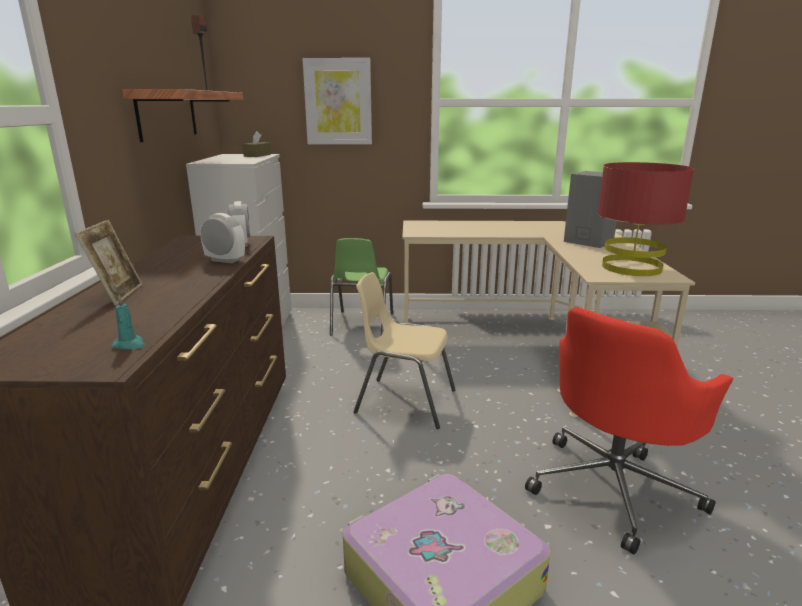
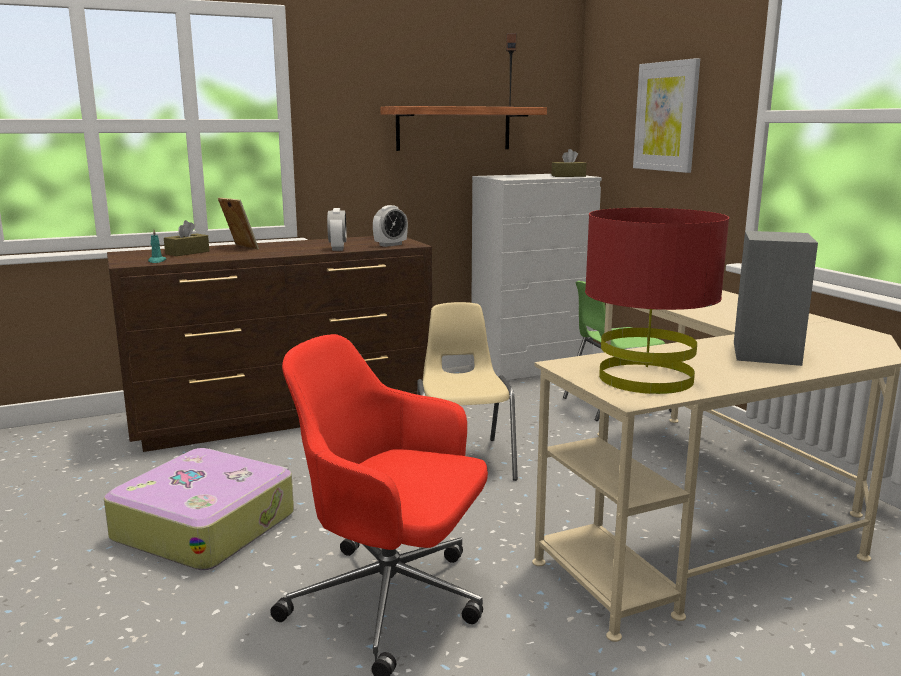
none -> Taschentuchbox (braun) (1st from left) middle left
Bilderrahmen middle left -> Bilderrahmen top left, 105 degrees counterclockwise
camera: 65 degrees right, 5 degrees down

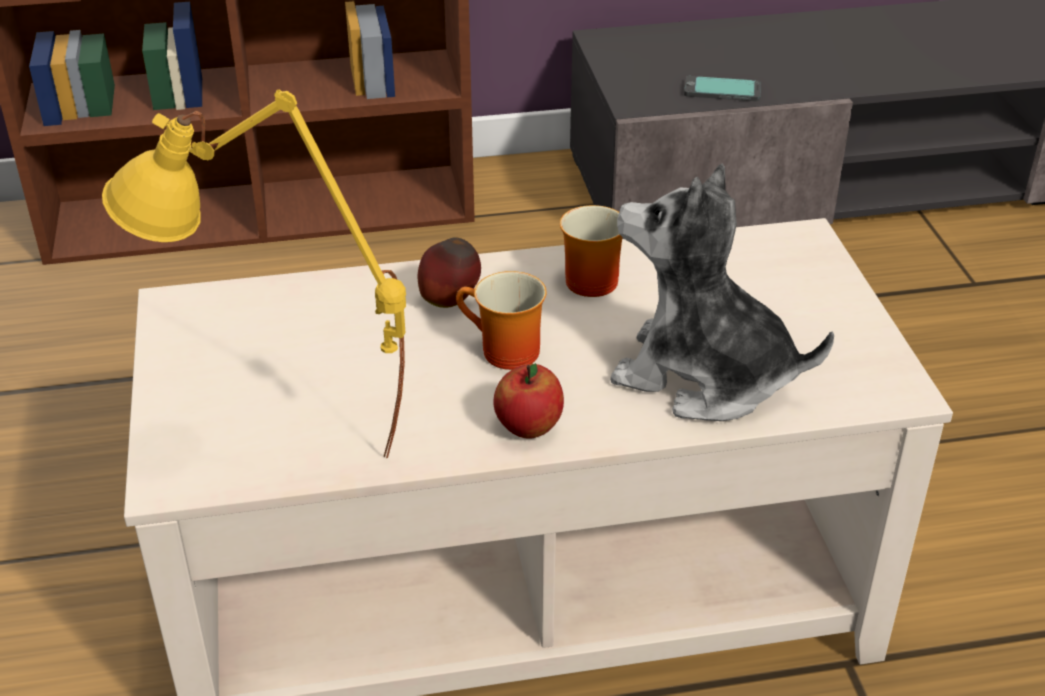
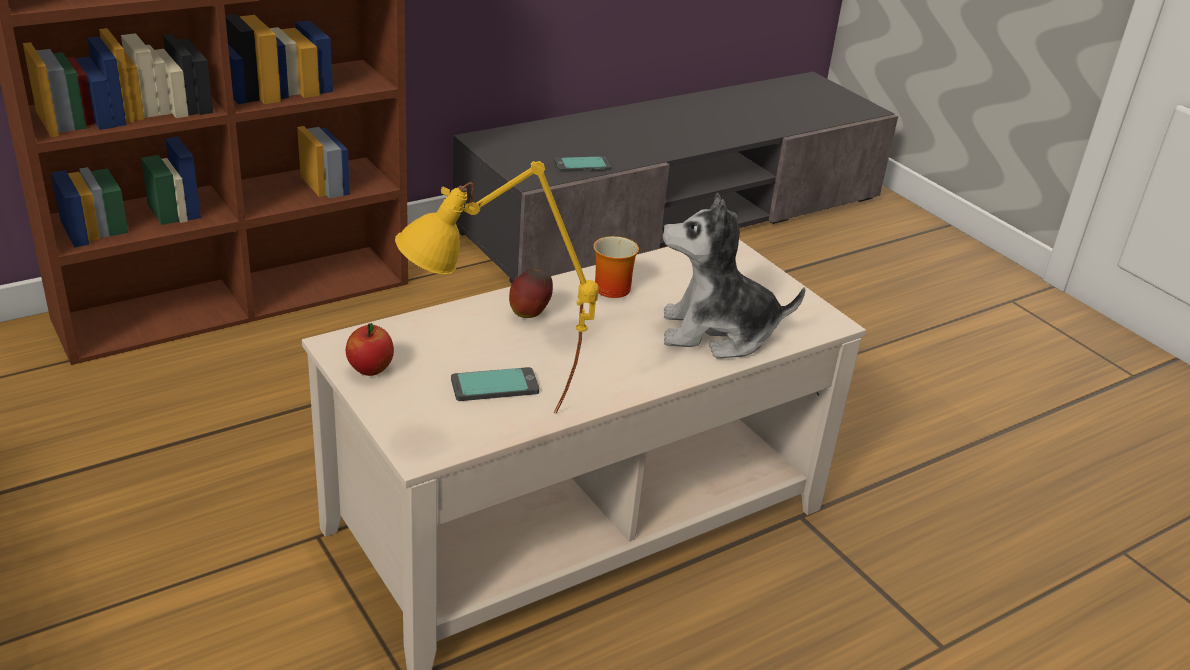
Henkelbecher (1st from left) centre -> none
none -> Handy (1st from left) centre
Apfel (2nd from left in the first image) centre -> Apfel (1st from left) middle left, moved
camera: 25 degrees left, 5 degrees down

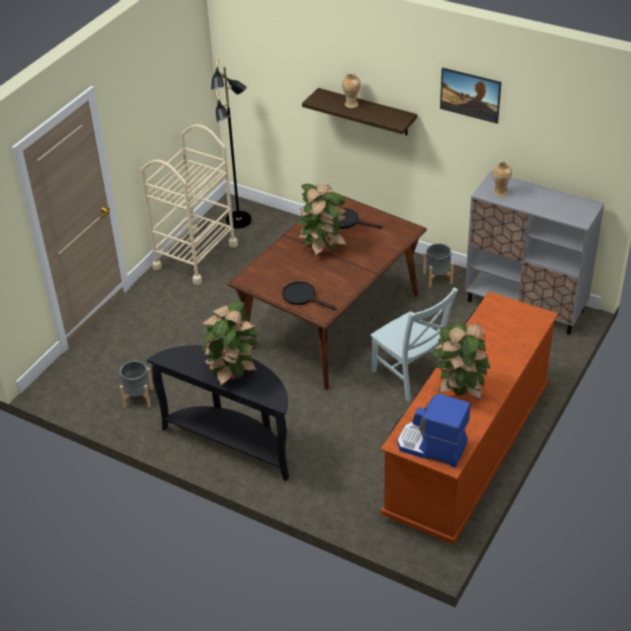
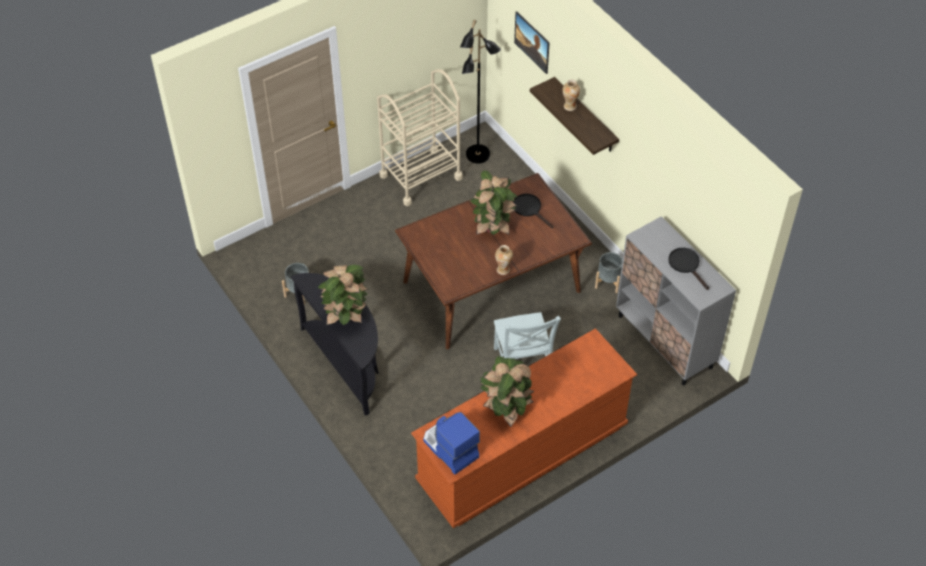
Pfanne (schwarz) (1st from left in the first image) centre -> Pfanne (schwarz) (2nd from left) middle right, moved
Bild top right -> Bild top centre, moved
Vase (2nd from left in the first image) top right -> Vase (1st from left) centre, moved
camera: 25 degrees right, 10 degrees up

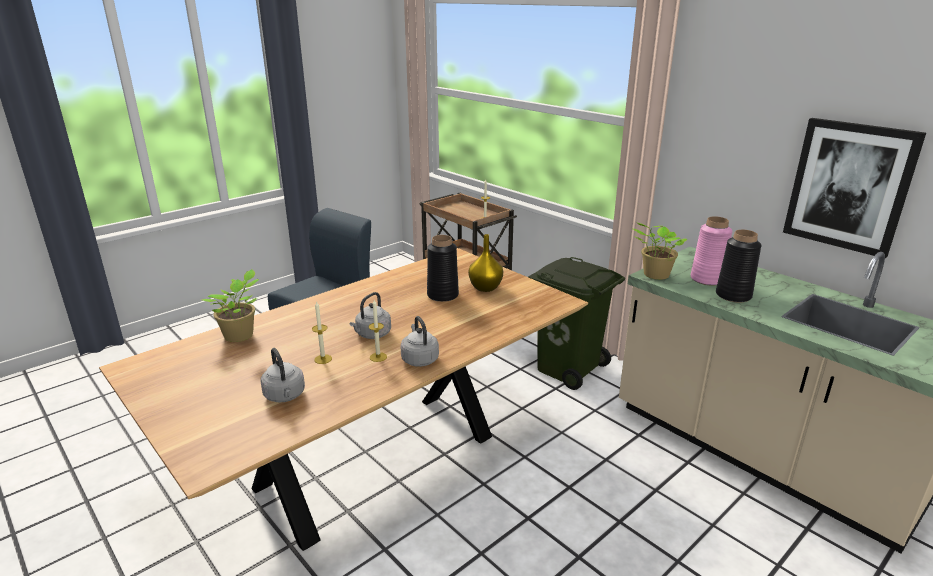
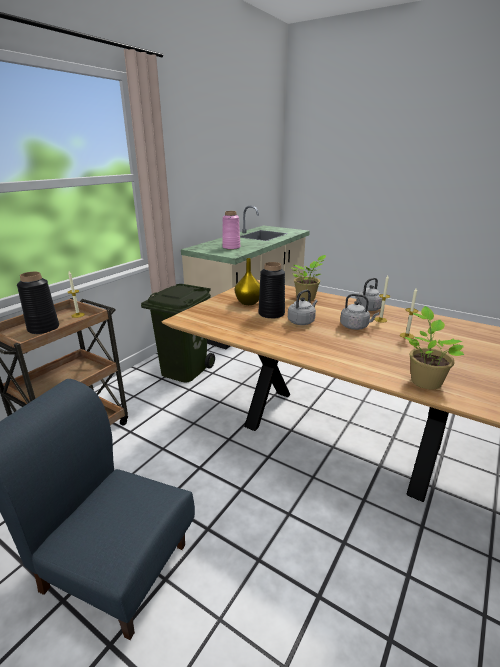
Bild top right -> none
Wasserkessel (grau) (1st from left) middle left -> Wasserkessel (grau) (1st from left) centre, moved
Topfpflanze (2nd from left in the first image) middle right -> Topfpflanze (1st from left) centre, moved
Vase (schwarz) (2nd from left in the first image) middle right -> Vase (schwarz) (1st from left) middle left, moved
camera: 105 degrees left, 0 degrees up

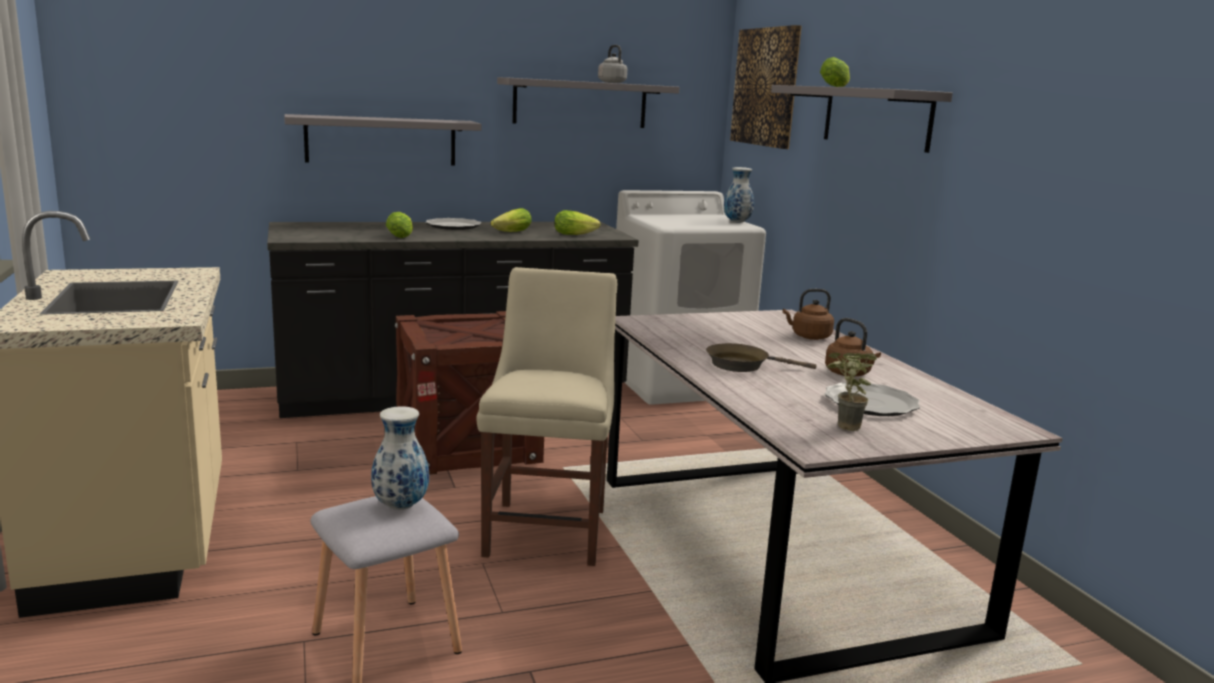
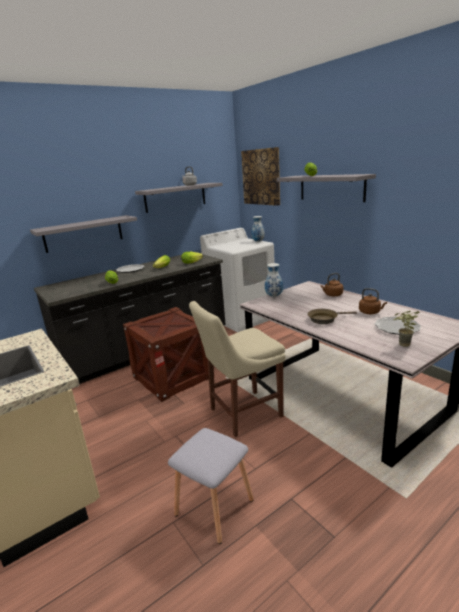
Vase (1st from left in the first image) bottom left -> Vase (2nd from left) centre, moved
Stuhl (beige) centre, 105 degrees counterclockwise
camera: 15 degrees left, 5 degrees up

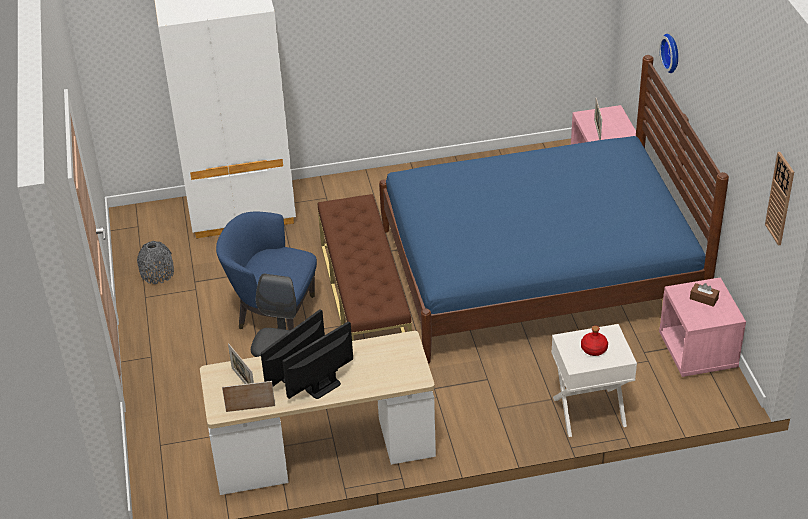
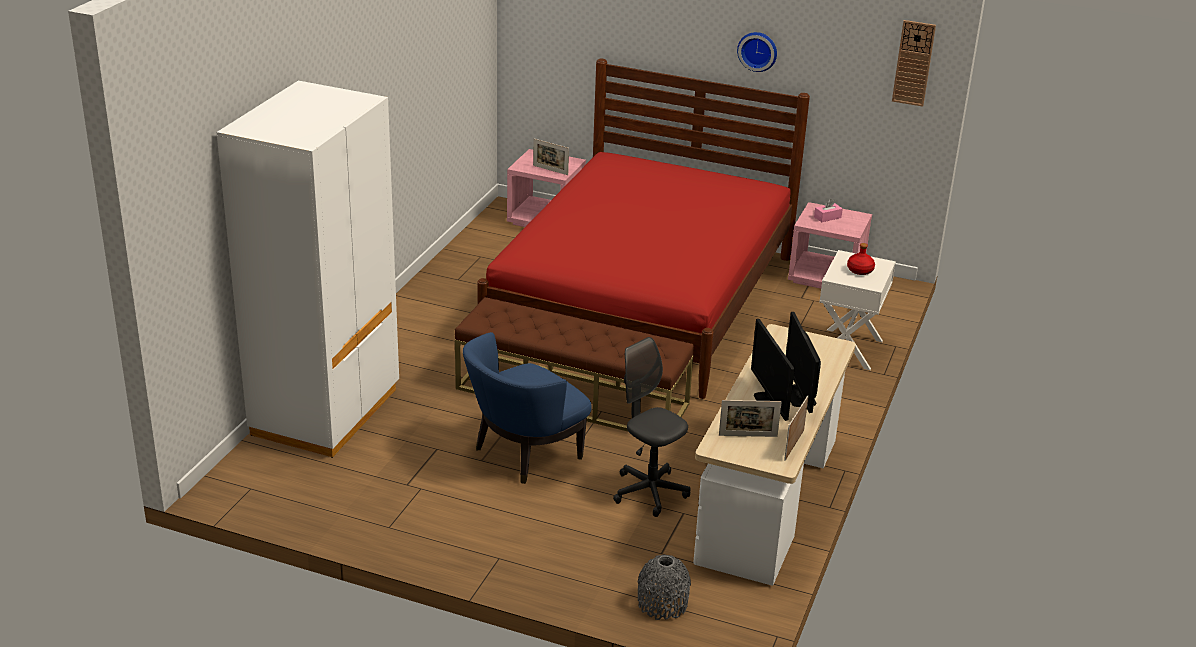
Vase (grau) middle left -> Vase (grau) bottom centre, moved
Wanduhr (1st from left) top right -> Wanduhr (1st from left) top centre, moved
Bett (blau) middle right -> Bett (rot) centre
Taschentuchbox (braun) middle right -> Taschentuchbox (rosa) top right
camera: 60 degrees left, 10 degrees down

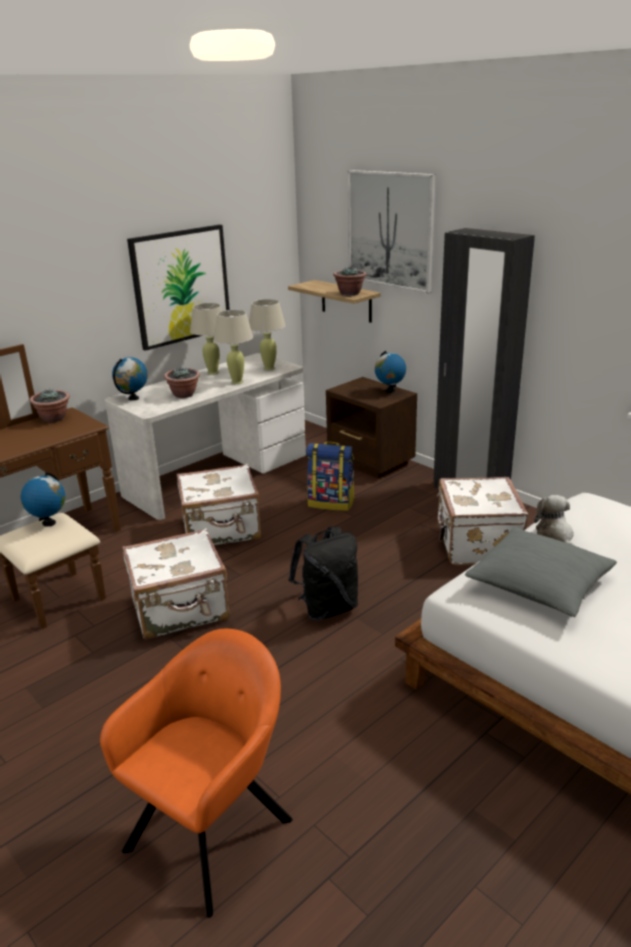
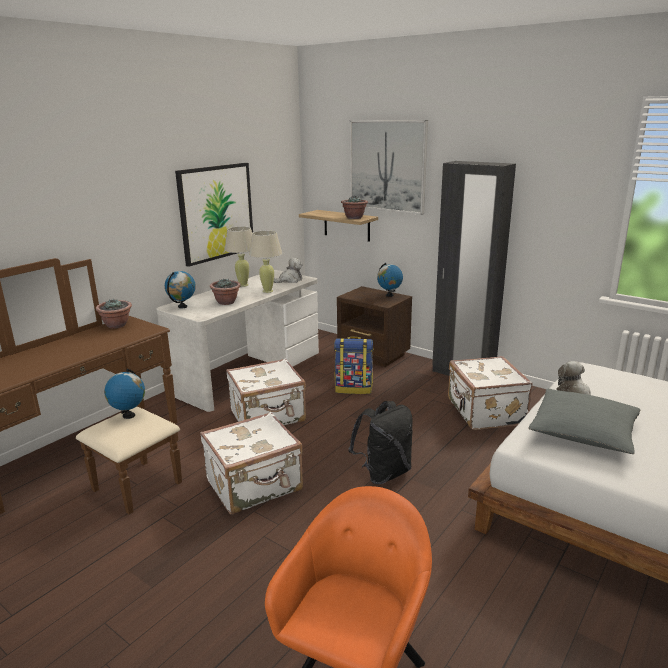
Tischlampe (beige) (3rd from left) centre -> Plüschtier (1st from left) centre
camera: 10 degrees left, 5 degrees down

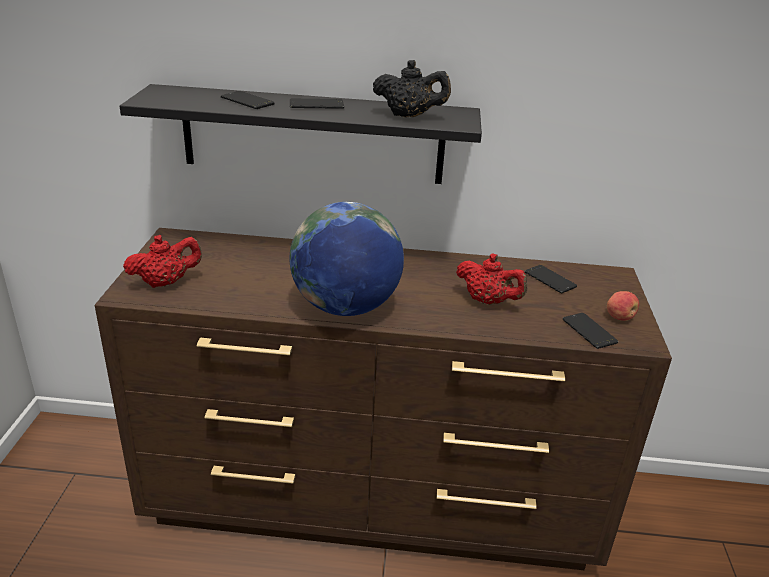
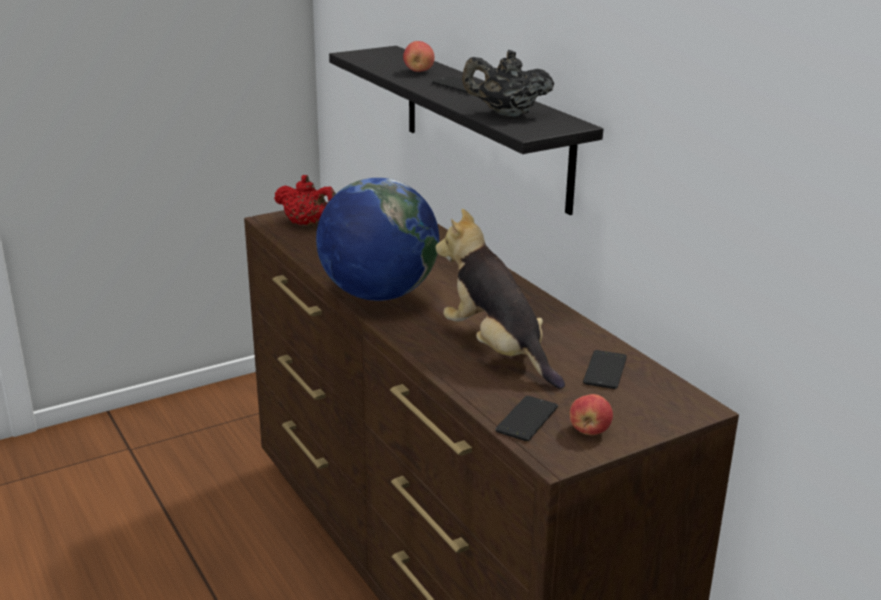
Handy (1st from left) top left -> Apfel (1st from left) top centre
Teekanne (rot) (2nd from left) centre -> Plüschtier centre
Teekanne (schwarz) top centre, 120 degrees clockwise
camera: 55 degrees right, 5 degrees down

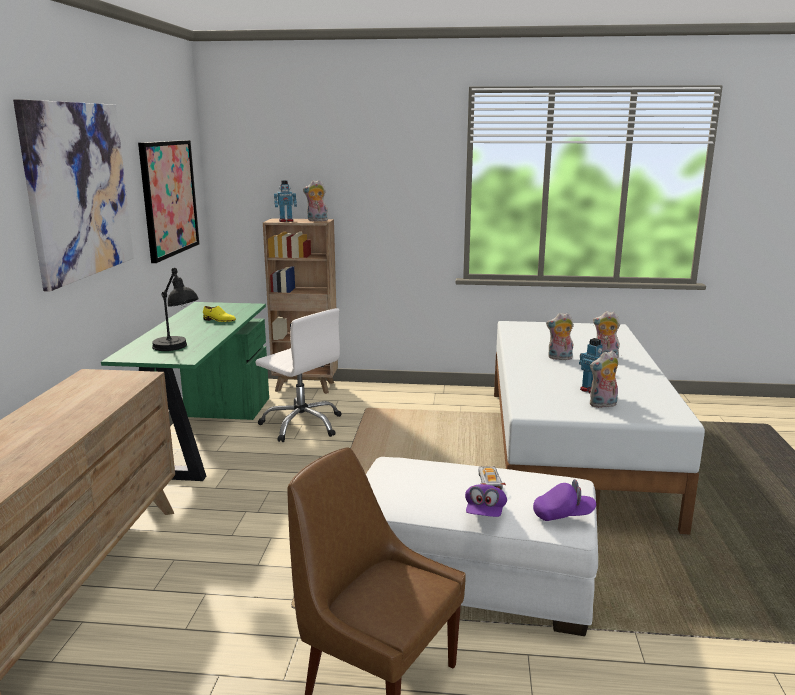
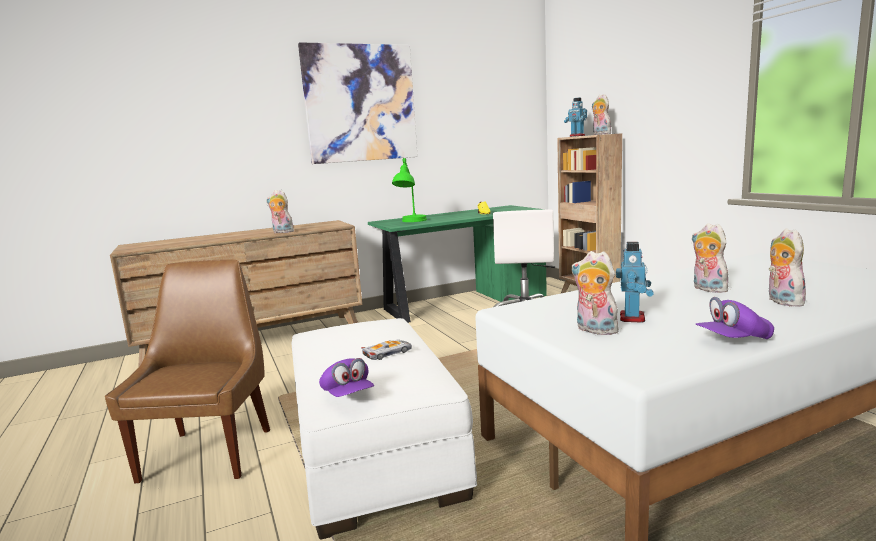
Bild (2nd from left) top left -> none
none -> Plüschtier (1st from left) middle left
Kappe (lila) (1st from left in the first image) bottom centre -> Kappe (lila) (2nd from left) middle right, moved
Tischlampe (schwarz) middle left -> Tischlampe (grün) centre
camera: 60 degrees right, 5 degrees down

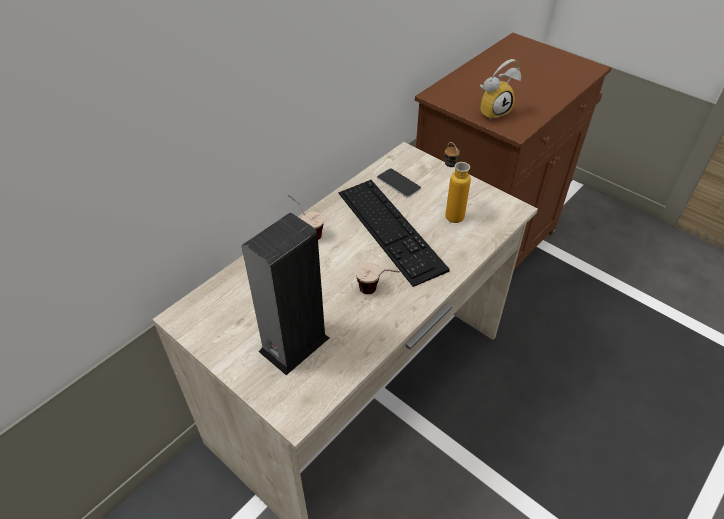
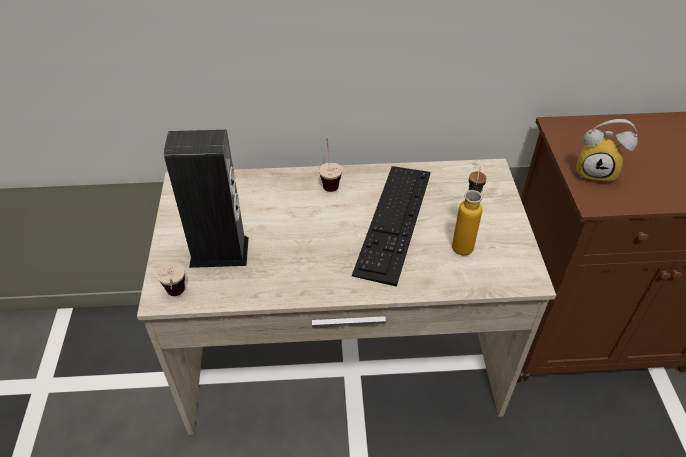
Handy centre -> none
Tasse (2nd from left in the first image) centre -> Tasse (1st from left) middle left, moved
camera: 45 degrees right, 0 degrees up

